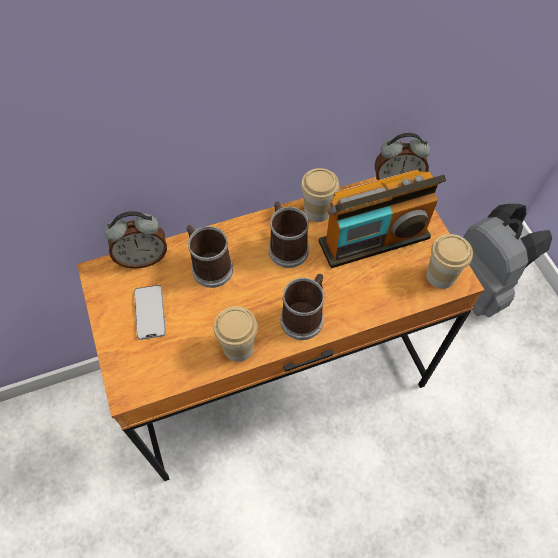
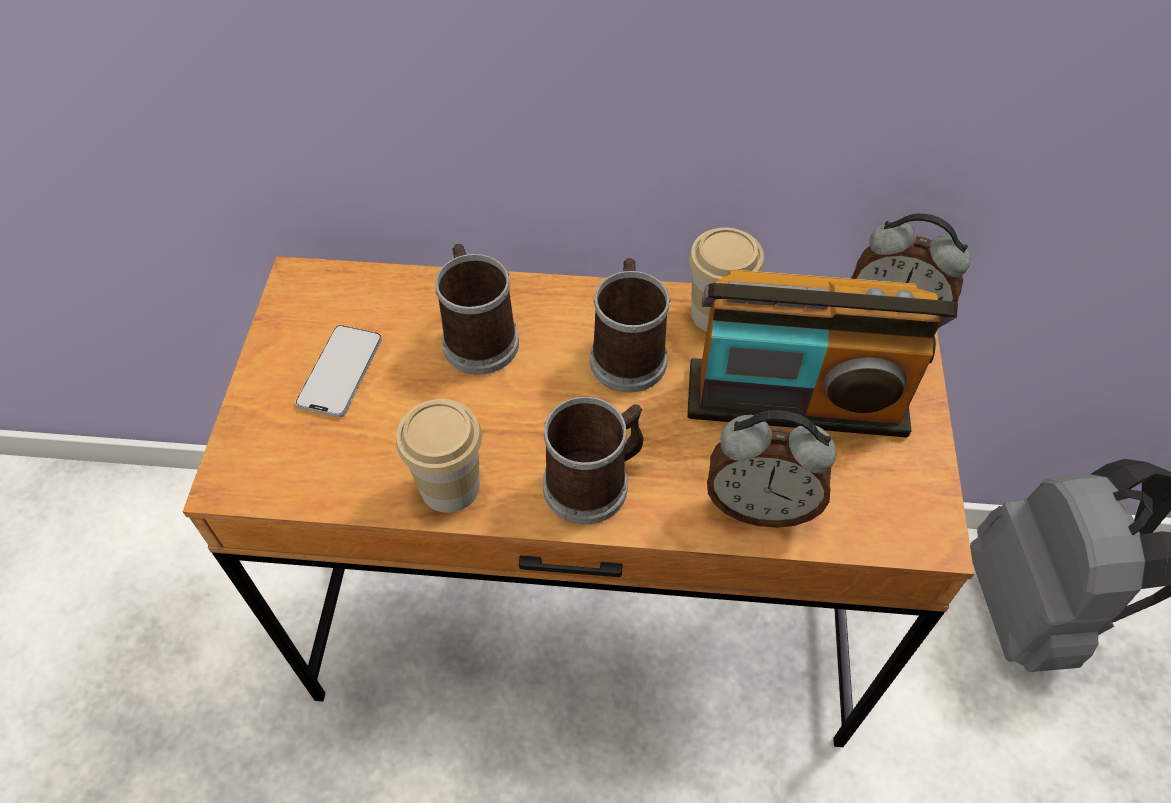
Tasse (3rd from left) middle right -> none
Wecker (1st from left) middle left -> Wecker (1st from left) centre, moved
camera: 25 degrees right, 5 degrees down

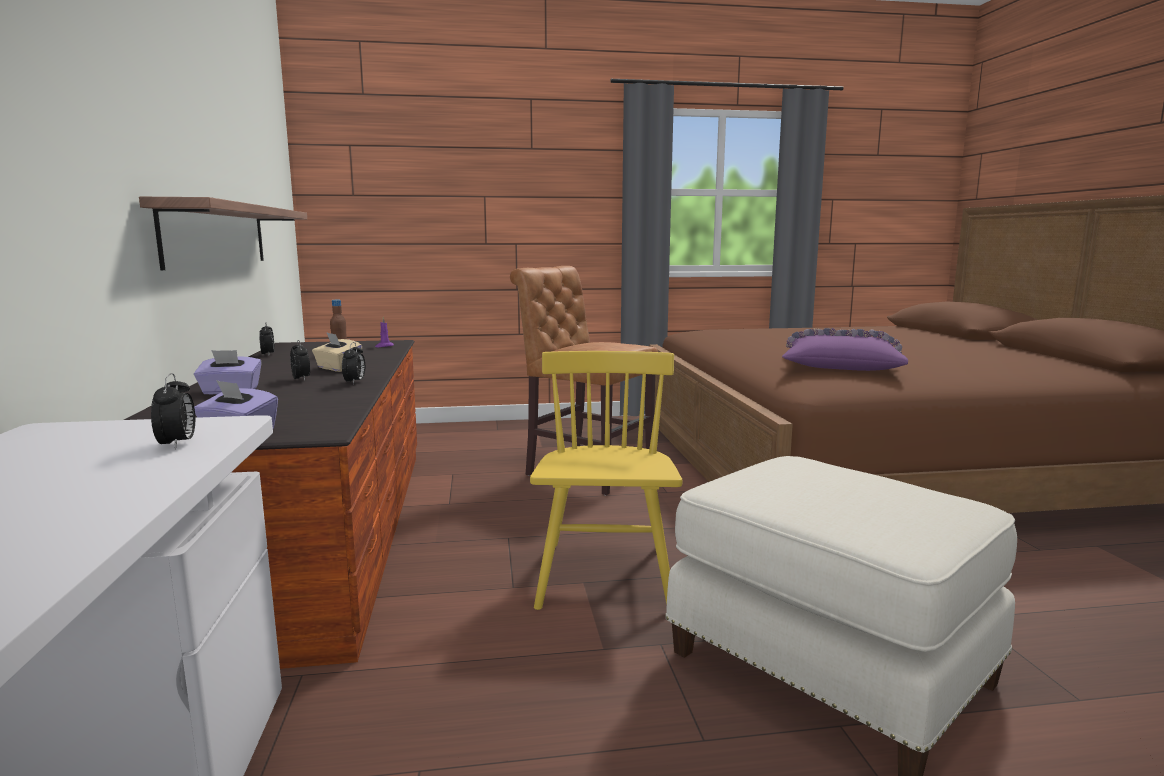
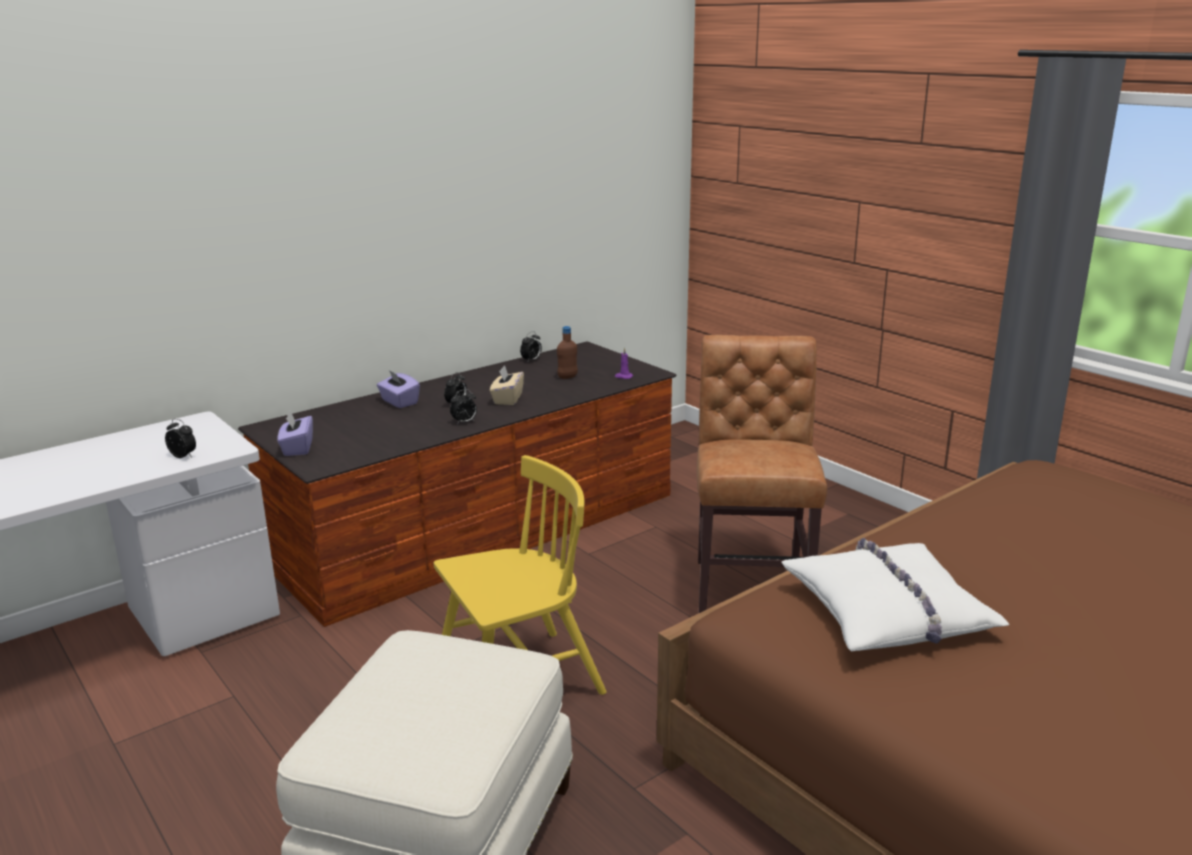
Wandregal top left -> none
Kissen (lila) middle right -> Kissen (weiß) bottom right
Wecker (1st from left) middle left, 105 degrees counterclockwise
camera: 60 degrees right, 10 degrees up

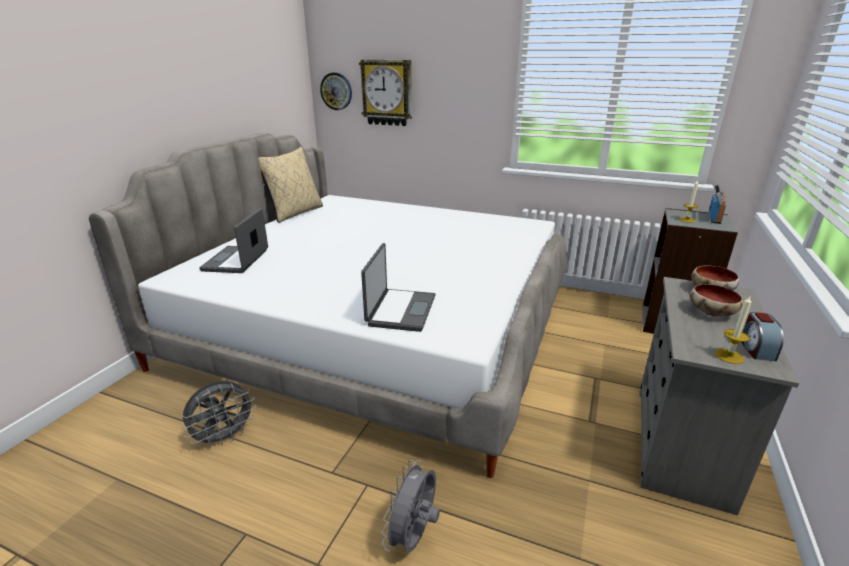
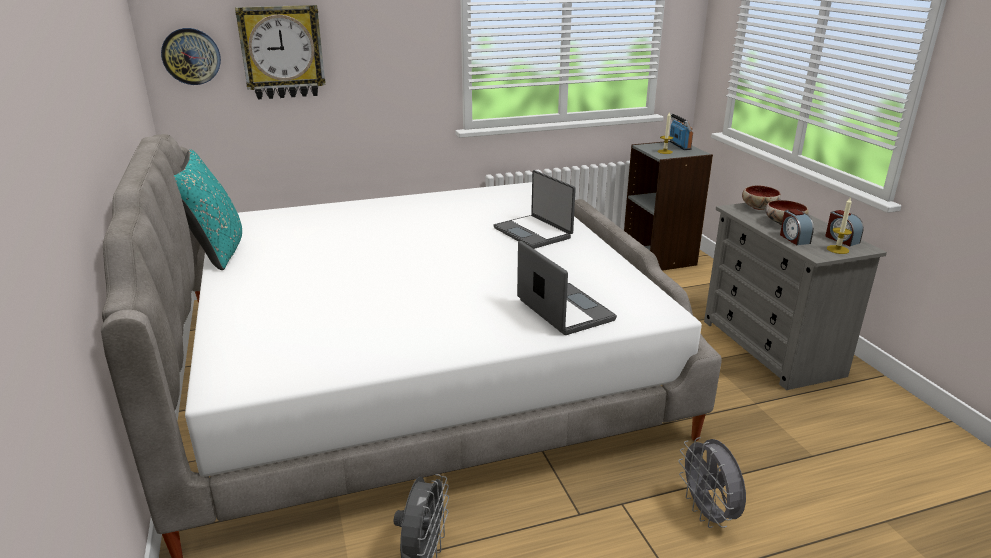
none -> Wecker (1st from left) middle right
Laptop (1st from left) middle left -> Laptop (1st from left) centre, moved
Kissen (beige) top centre -> Kissen (türkis) middle left
camera: 40 degrees left, 0 degrees up

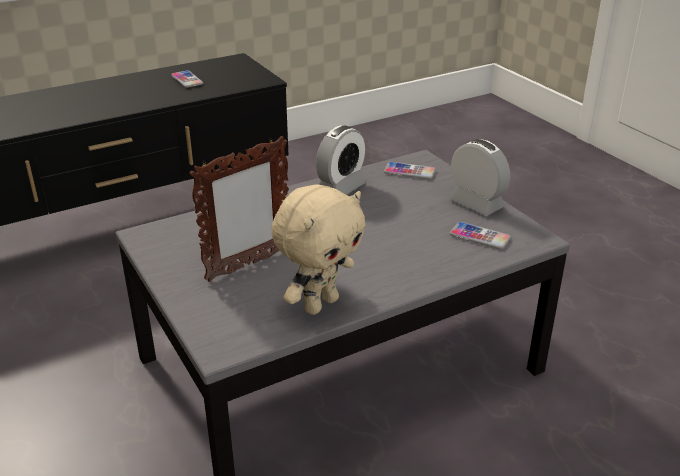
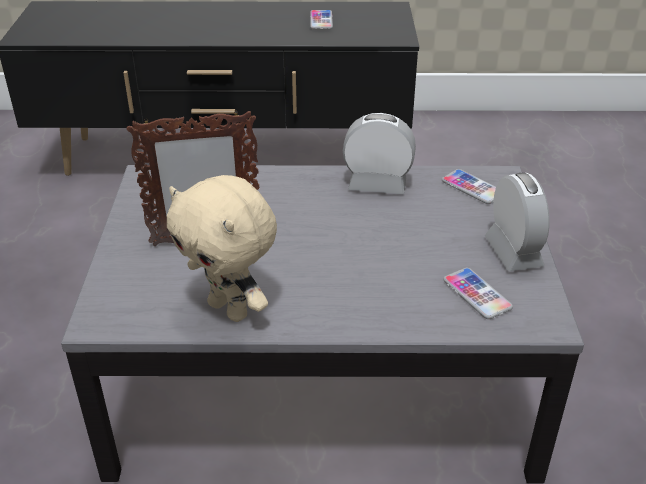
Plüschtier (beige) centre, 60 degrees clockwise
Wecker (1st from left) centre -> Wecker (1st from left) top centre, 150 degrees counterclockwise
camera: 30 degrees right, 5 degrees up

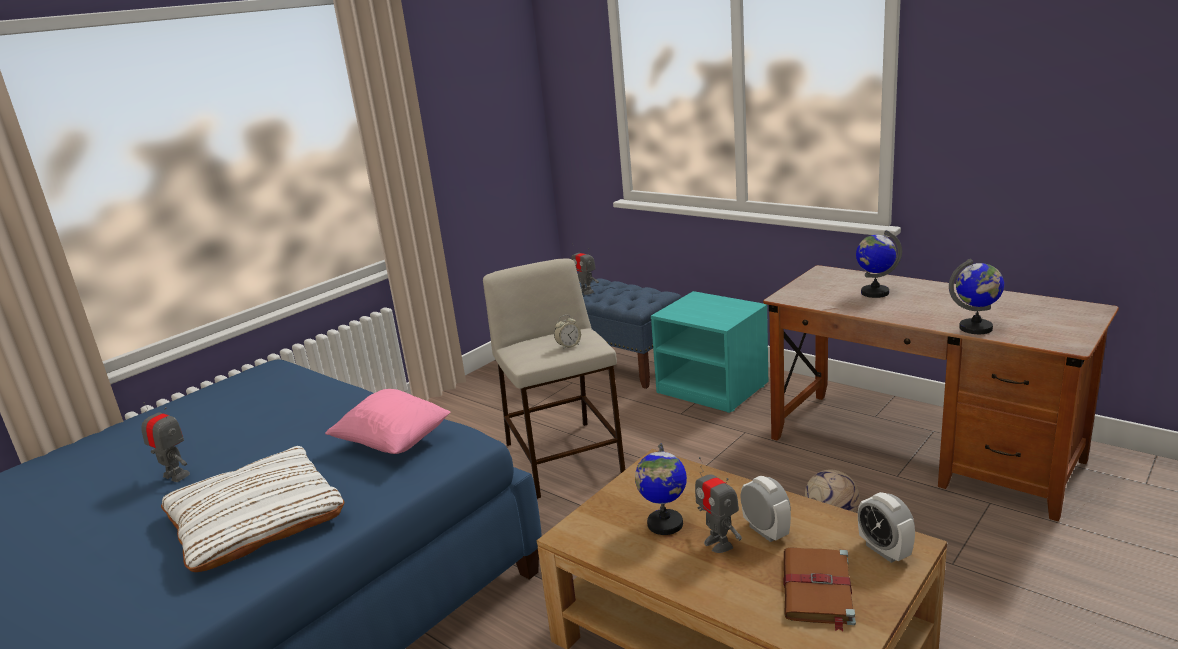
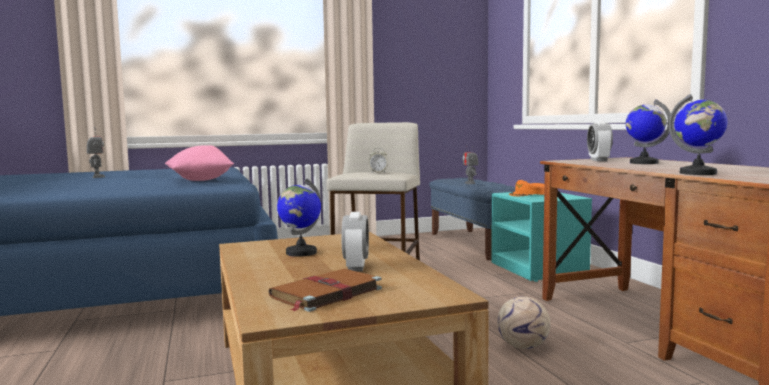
Kissen (weiß) bottom left -> none
Spielzeugroboter (3rd from left) bottom centre -> none
none -> Kappe (orange) middle right
Wecker (3rd from left) bottom right -> Wecker (3rd from left) middle right, moved
camera: 30 degrees right, 15 degrees down

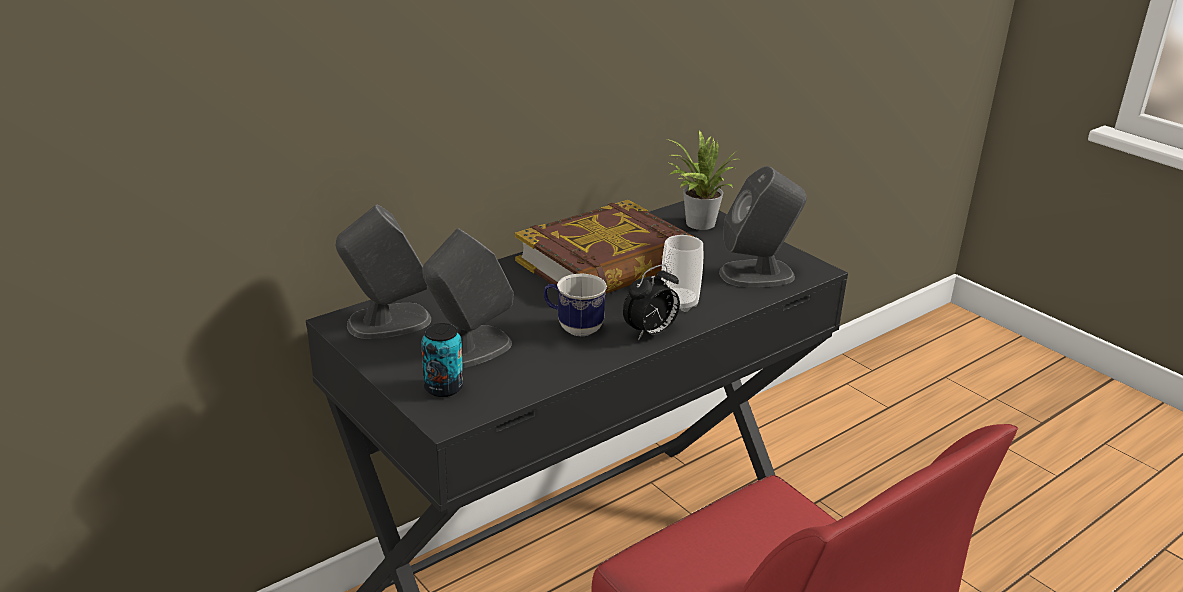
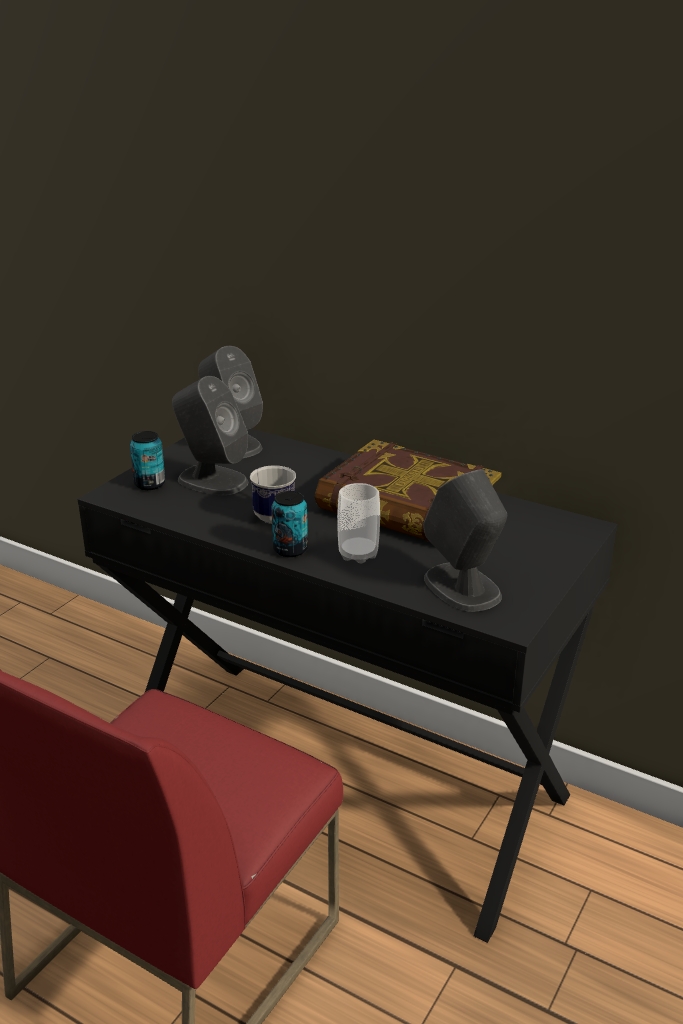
Topfpflanze top centre -> none
Wecker centre -> Dose (2nd from left) centre
camera: 70 degrees right, 0 degrees up

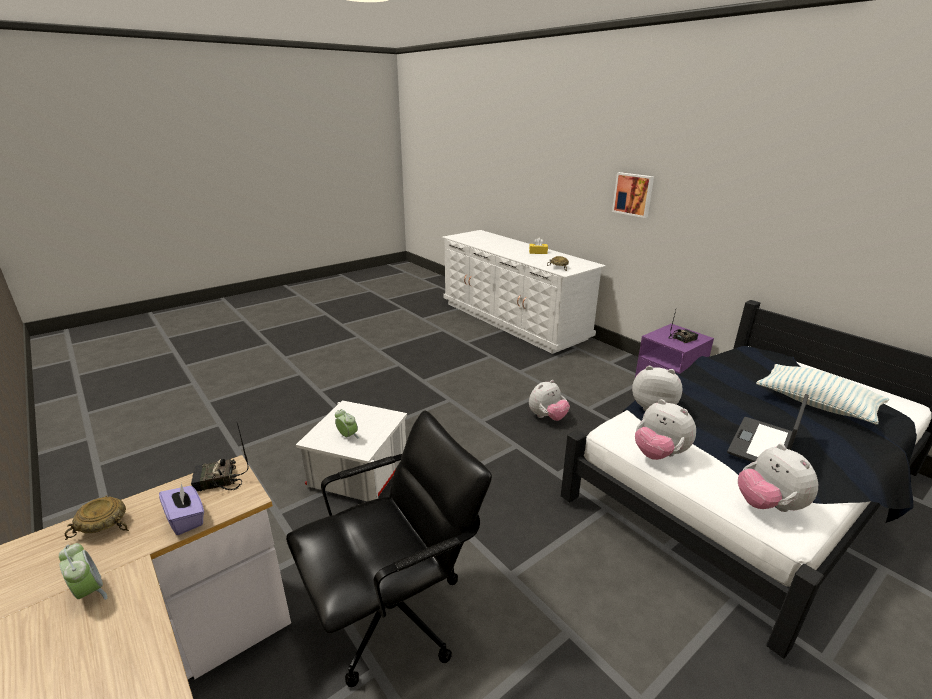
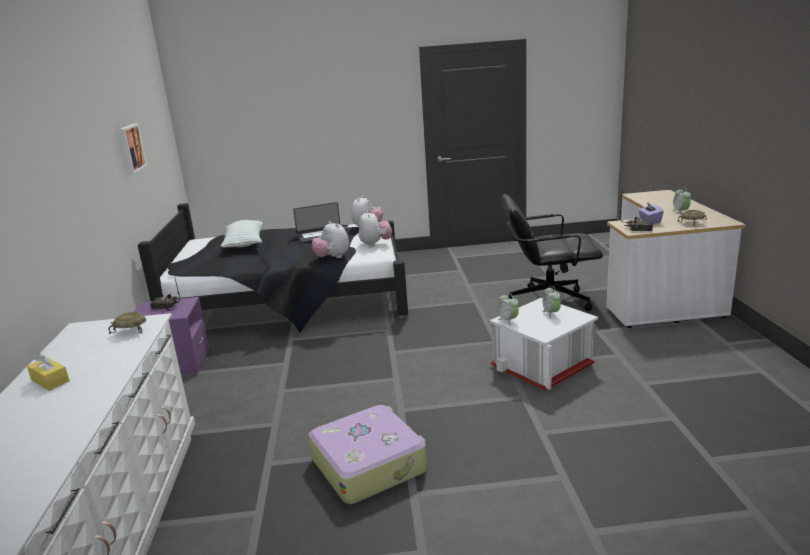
Plüschtier (1st from left) centre -> none
none -> Koffer bottom centre
none -> Wecker (1st from left) centre
Bild top right -> Bild top left, moved
camera: 145 degrees left, 5 degrees down

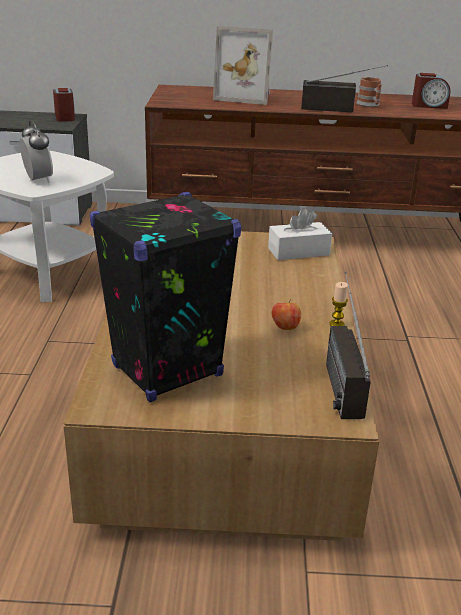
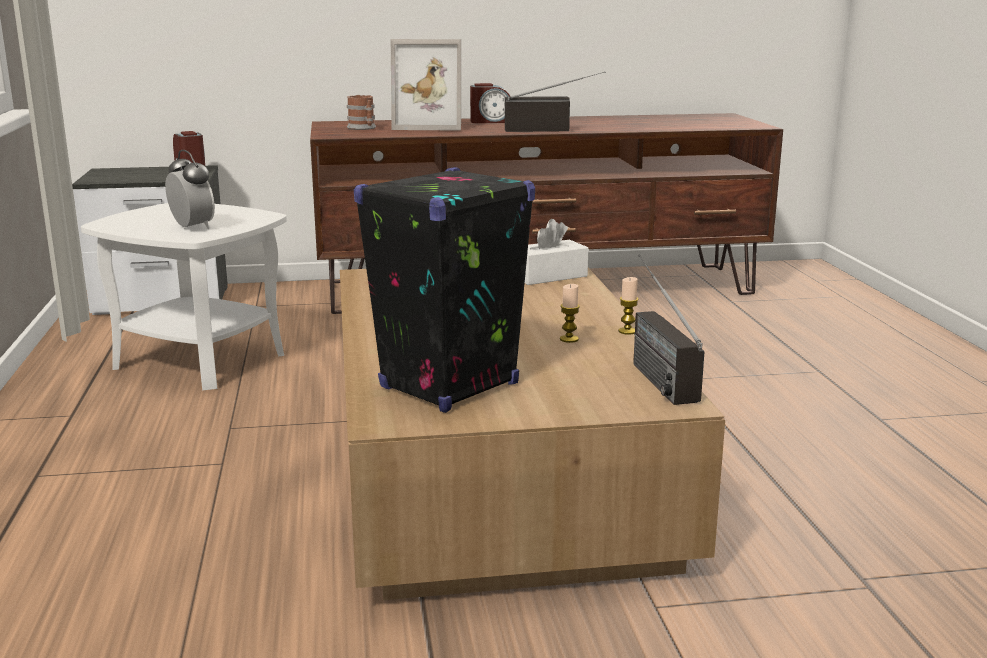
Henkelbecher top right -> Henkelbecher top centre, moved
Wecker (3rd from left) top right -> Wecker (3rd from left) top centre, moved
Apfel centre -> Kerze (1st from left) centre
camera: 10 degrees left, 10 degrees down

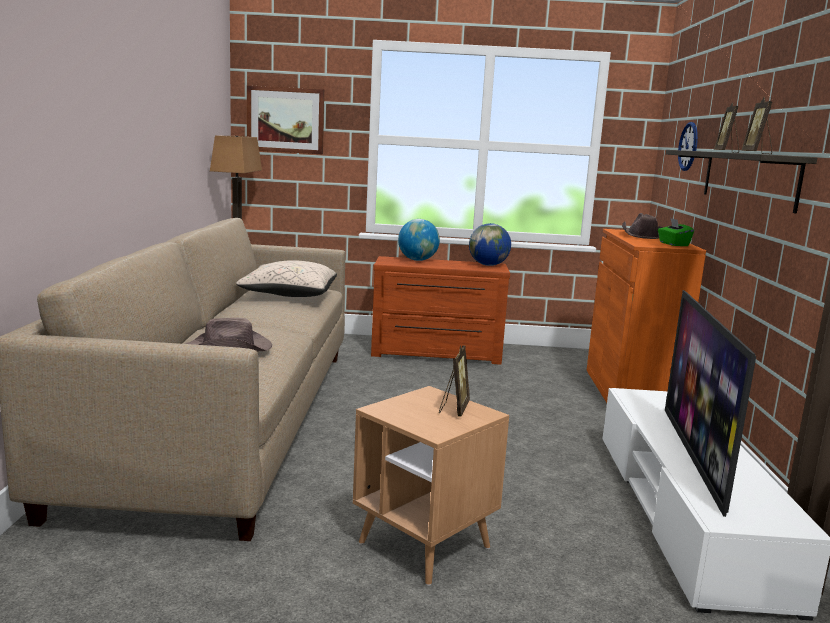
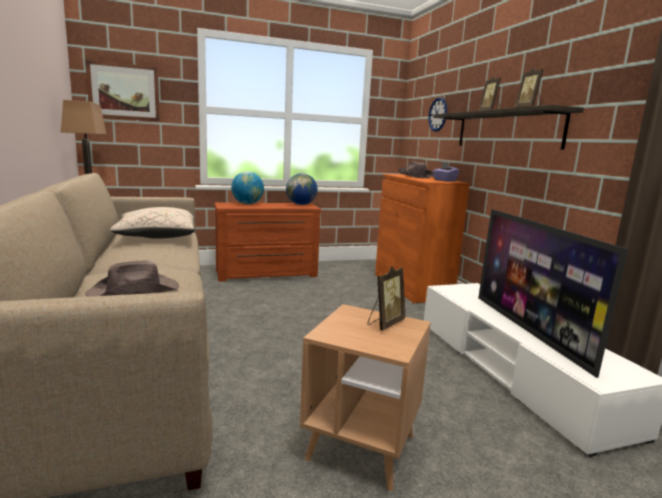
Taschentuchbox (grün) middle right -> Taschentuchbox (lila) middle right
Bilderrahmen (1st from left) centre, 45 degrees clockwise
camera: 20 degrees left, 0 degrees up

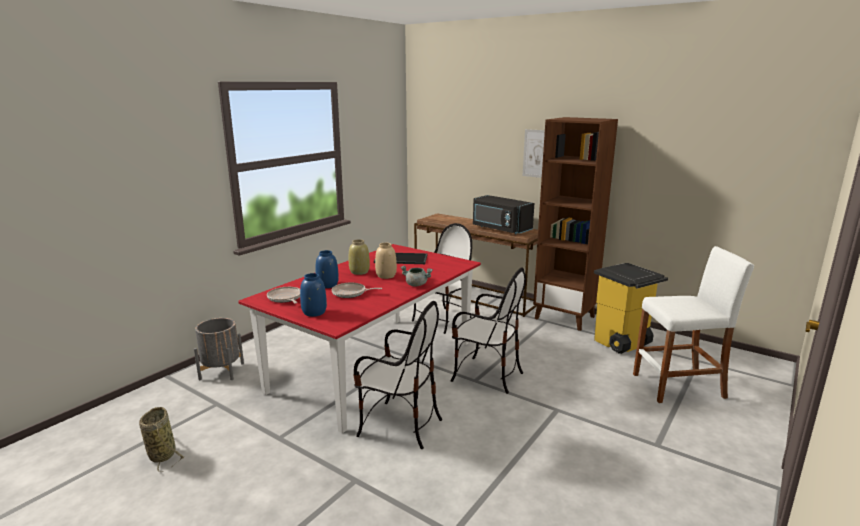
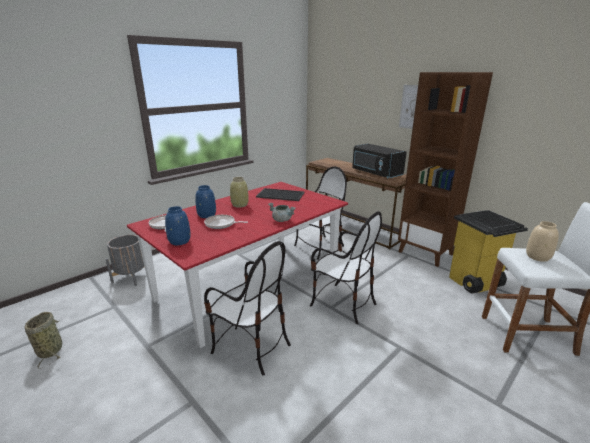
Vase (beige) (2nd from left) centre -> Vase (beige) (2nd from left) middle right, moved
camera: 10 degrees right, 5 degrees up

